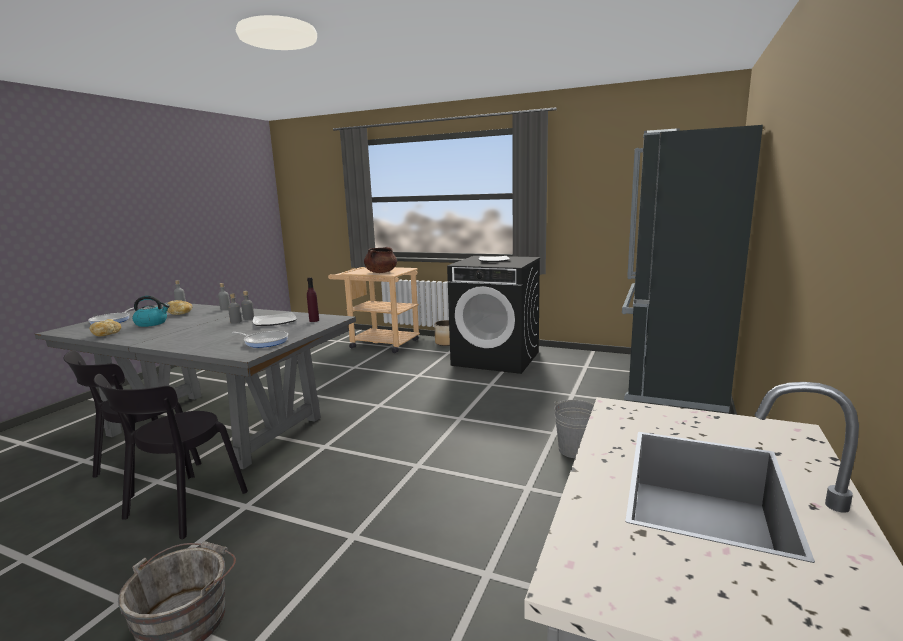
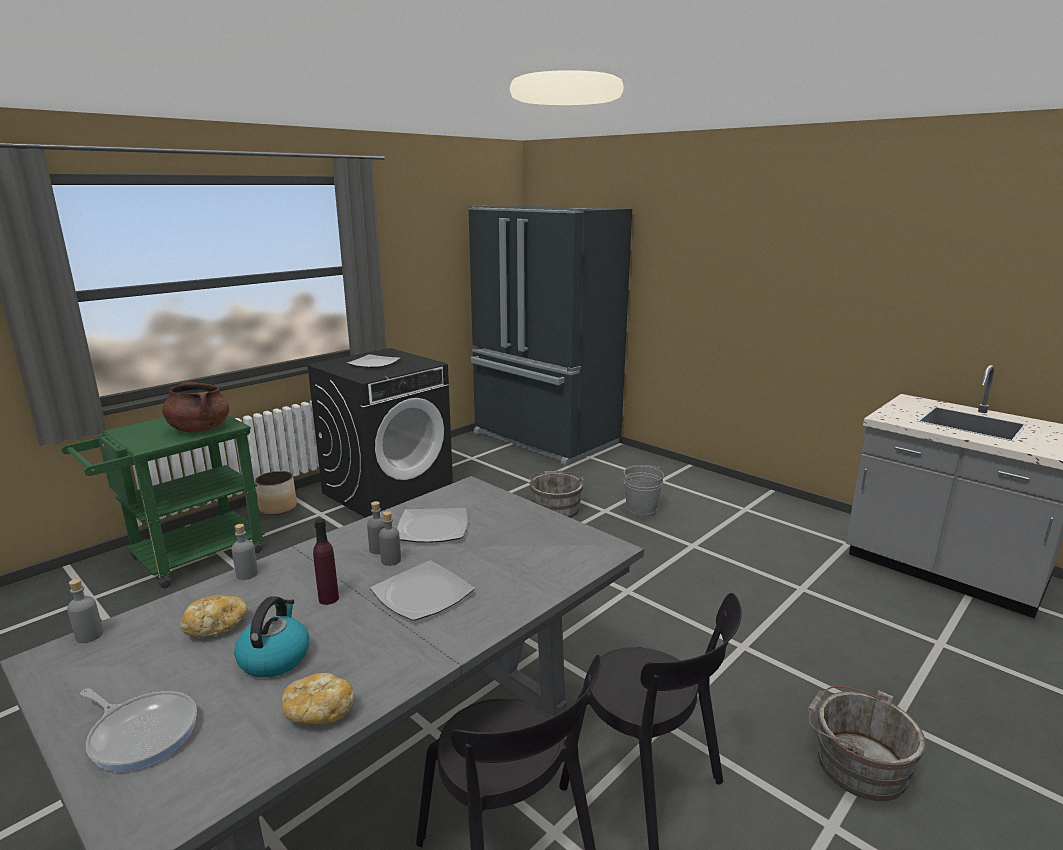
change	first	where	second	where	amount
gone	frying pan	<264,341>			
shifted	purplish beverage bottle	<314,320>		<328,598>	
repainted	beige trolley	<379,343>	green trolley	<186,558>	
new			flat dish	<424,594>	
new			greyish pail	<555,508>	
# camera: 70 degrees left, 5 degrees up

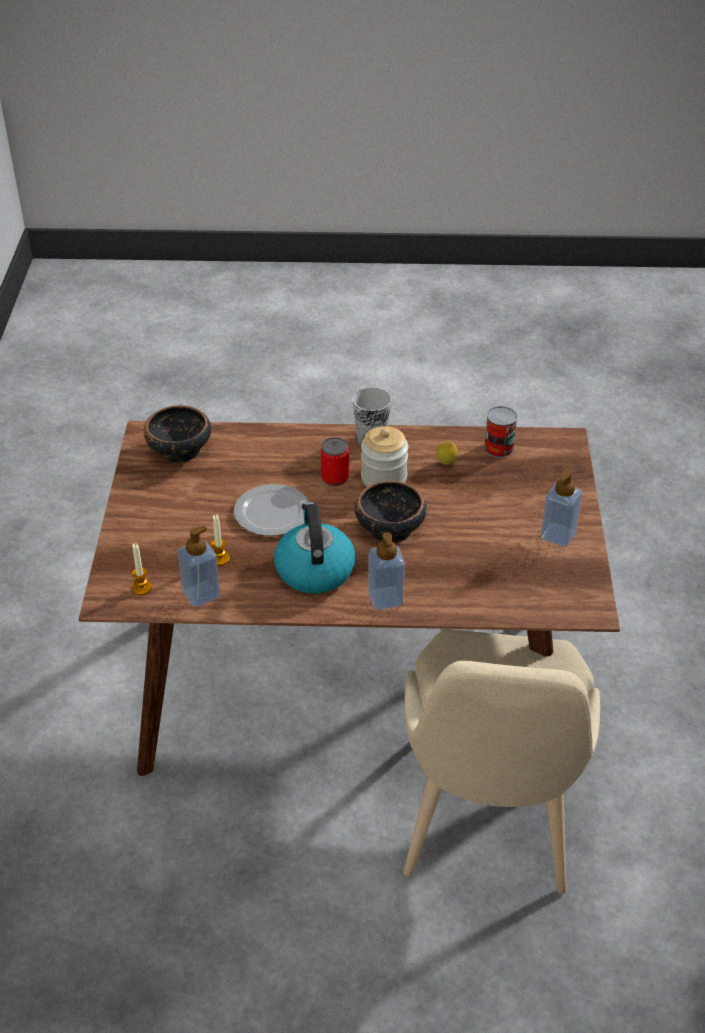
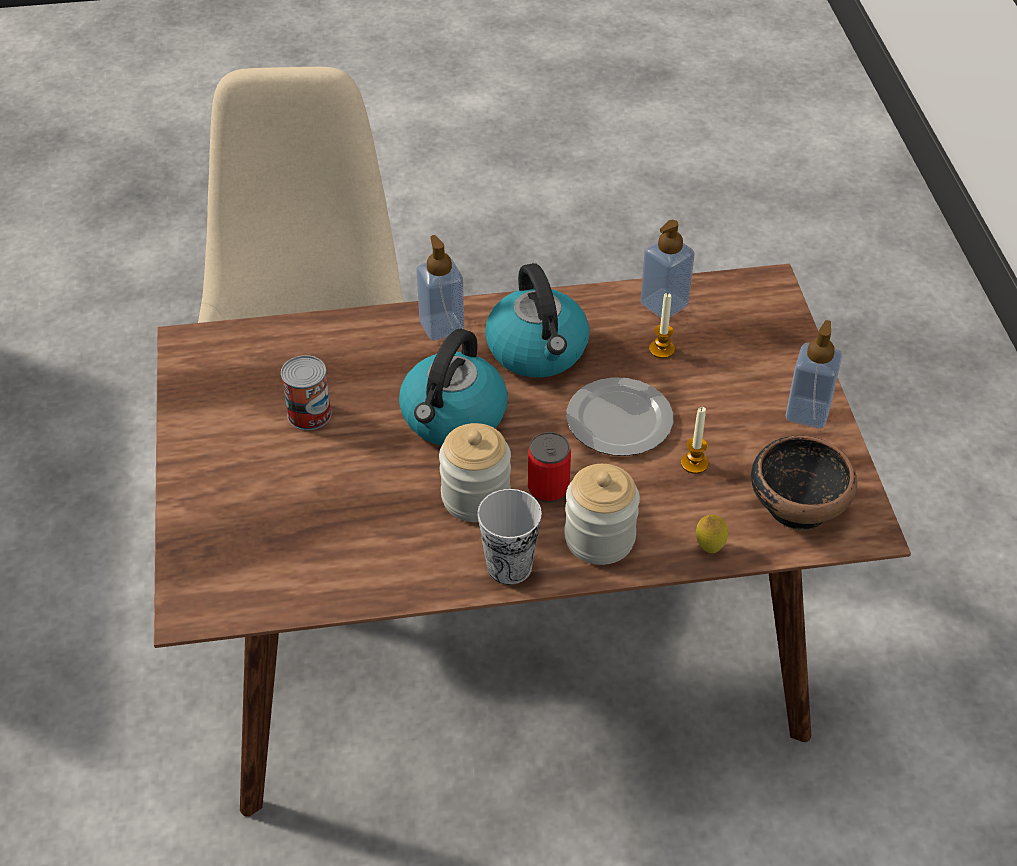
change	first	where	second	where	amount
shifted	candle	<141,587>		<694,463>	
swapped	serving bowl	<389,529>	tea kettle	<453,417>	
shifted	whole lemon	<446,464>		<709,547>	
shifted	metal can	<498,448>		<309,414>	
shifted	liquid soap bottle	<558,535>		<807,413>	
new			preserve jar	<599,538>	
# camera: 170 degrees right, 5 degrees up

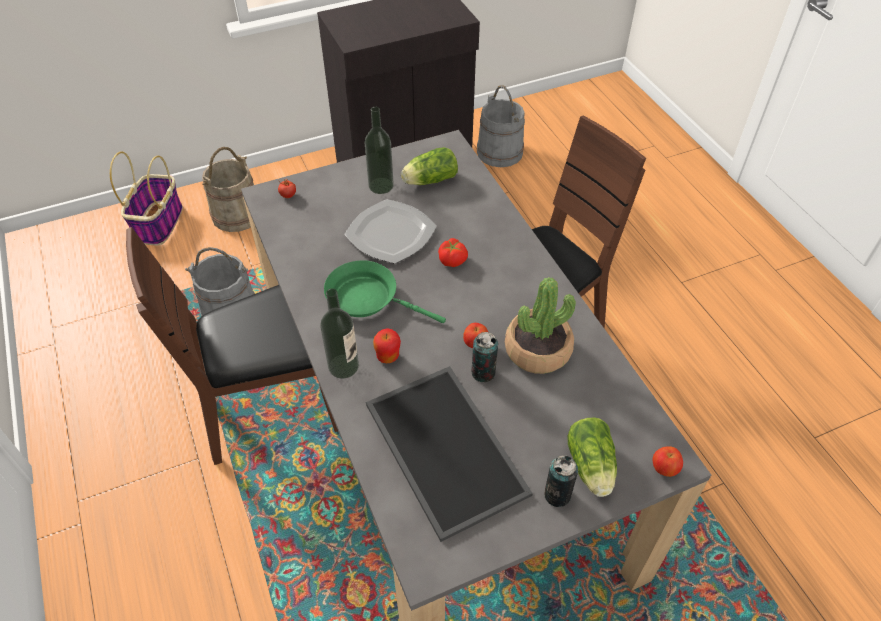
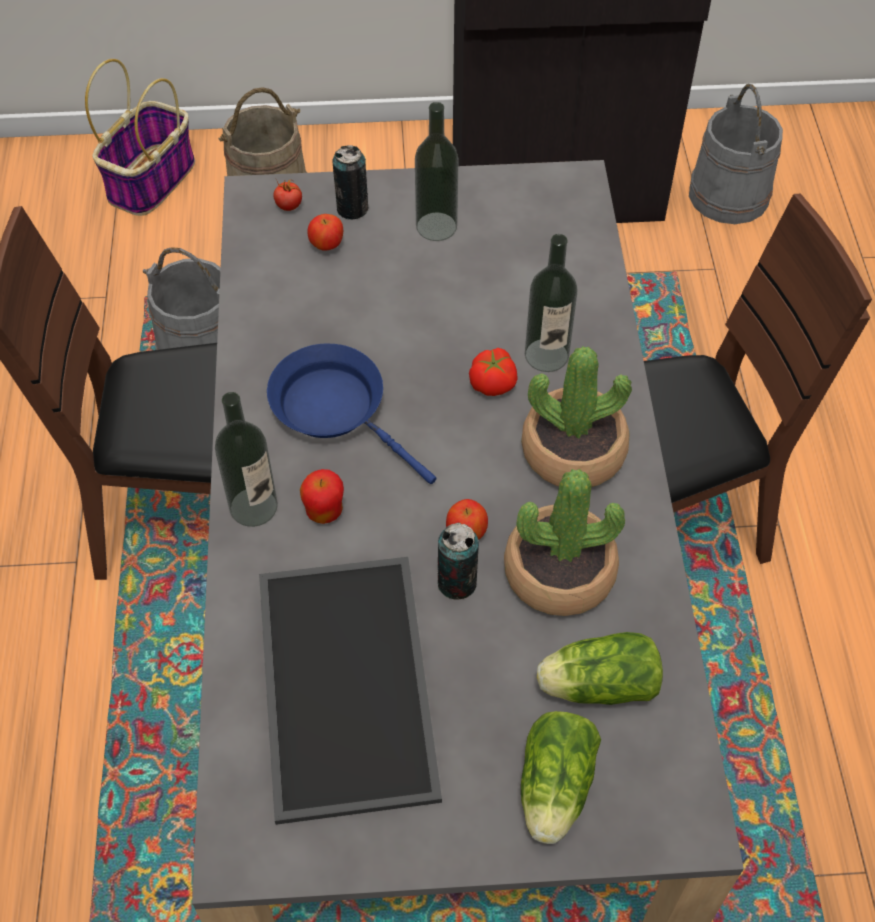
change	first	where	second	where	amount
repainted	green frying pan	<368,298>	bluish frying pan	<336,409>	
gone	flat dish	<389,234>			
shifted	lettuce head	<428,180>		<595,685>	
shifted	metal can	<557,494>		<352,208>	
shifted	whole apple	<664,468>		<327,245>	
new			potted plant	<573,451>	
new			beverage bottle	<546,355>	
# camera: 20 degrees right, 5 degrees up

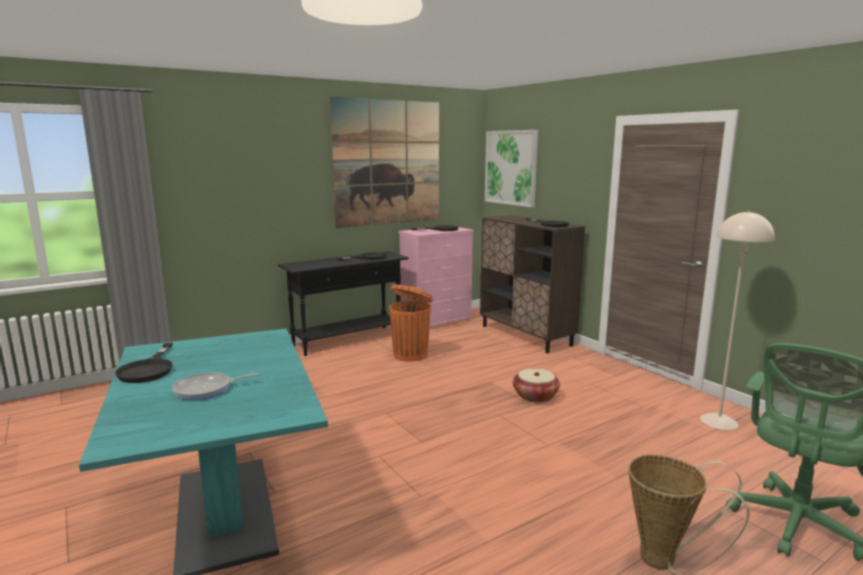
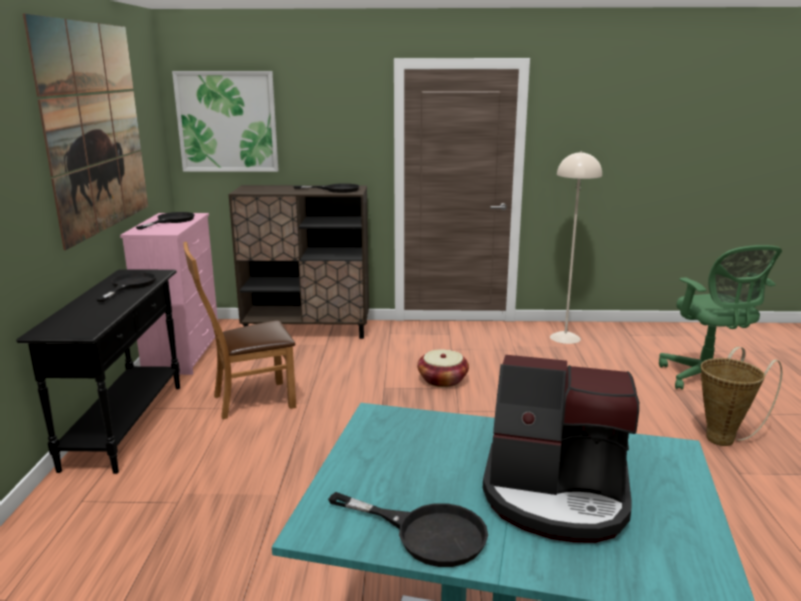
change	first	where	second	where	amount
swapped	frying pan	<206,389>	coffee machine	<556,496>	
swapped	orange waste bin	<411,354>	brown plain chair	<248,401>	
# camera: 55 degrees left, 5 degrees up

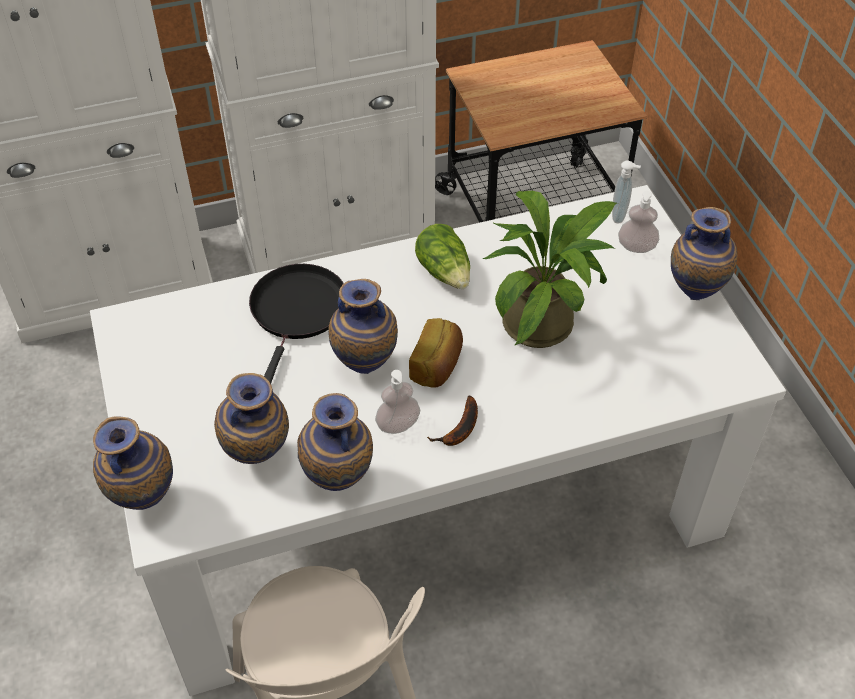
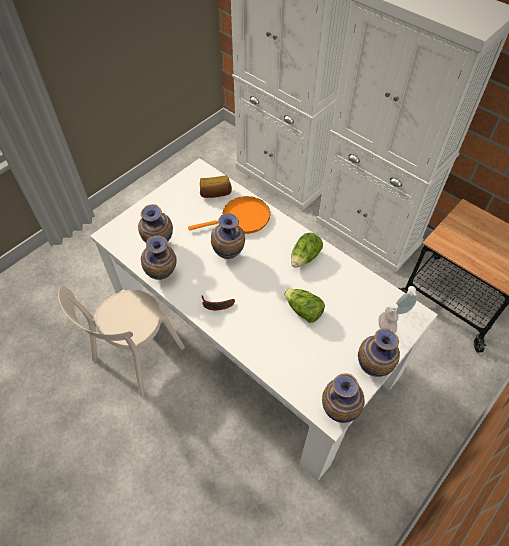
change	first	where	second	where	amount
shifted	vase	<144,500>		<338,411>	
repainted	black-coloured frying pan	<297,312>	orange frying pan	<242,218>	
gone	liquid soap bottle	<398,424>			
shifted	bakery bread	<437,365>		<215,193>	
swapped	potted plant	<546,322>	lettuce head	<303,310>	
# camera: 60 degrees right, 5 degrees up

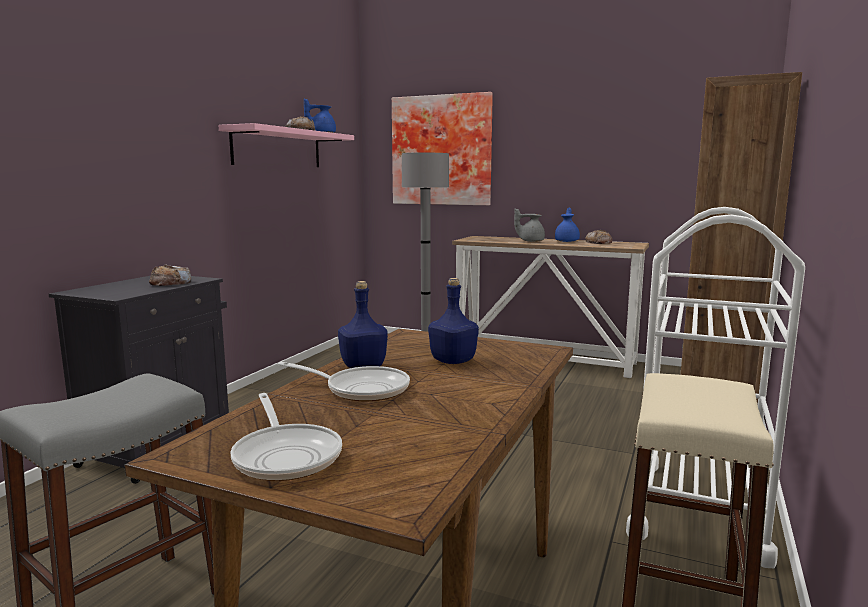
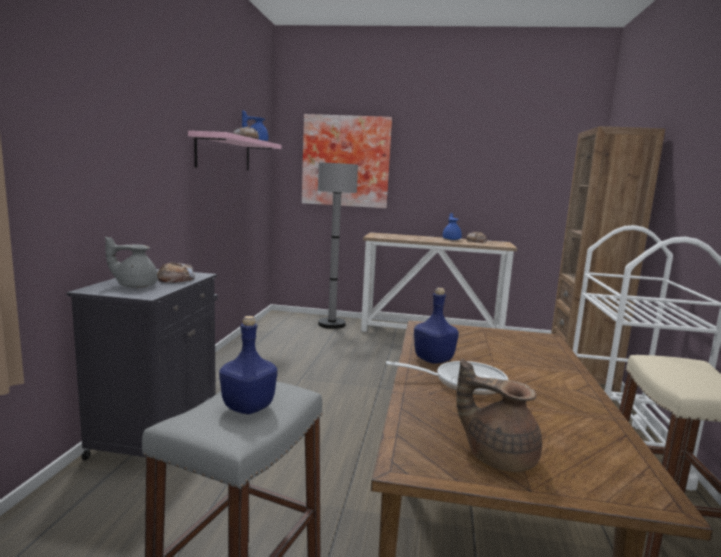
change	first	where	second	where	amount
swapped	frying pan	<286,455>	brown teapot	<498,456>	
shifted	bluish beverage bottle	<453,361>		<249,407>	
shifted	greyish teapot	<530,241>		<135,285>	
# camera: 15 degrees left, 0 degrees up

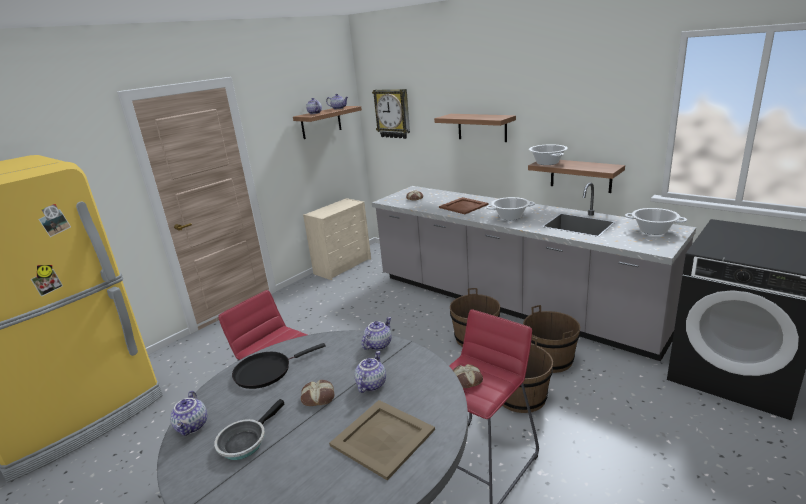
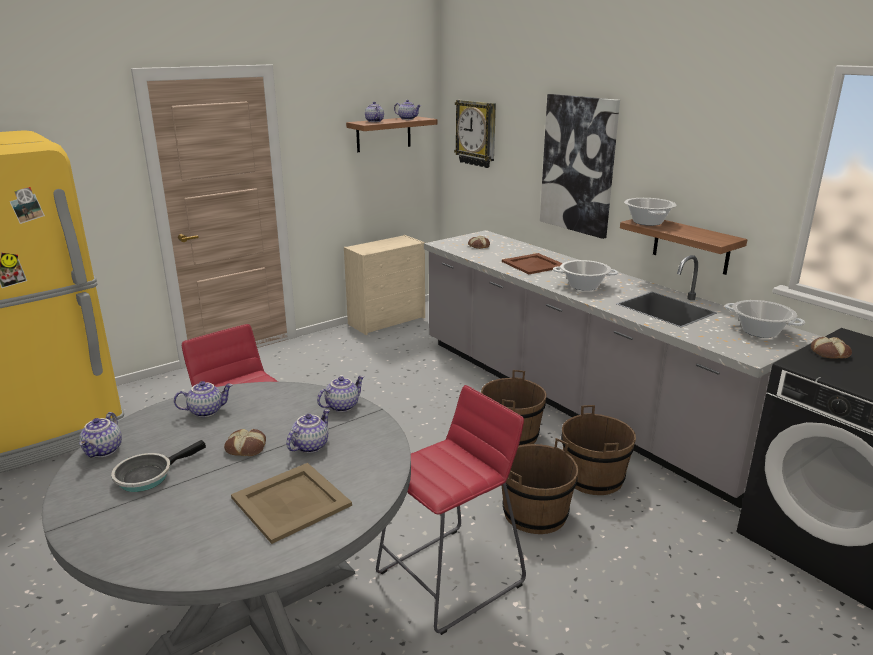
change	first	where	second	where	amount
swapped	black-coloured frying pan	<266,371>	teapot	<206,411>	
swapped	bracket shelf	<482,127>	wall picture	<578,165>	
shifted	bakery bread	<467,380>		<830,353>	
# camera: 10 degrees right, 0 degrees up

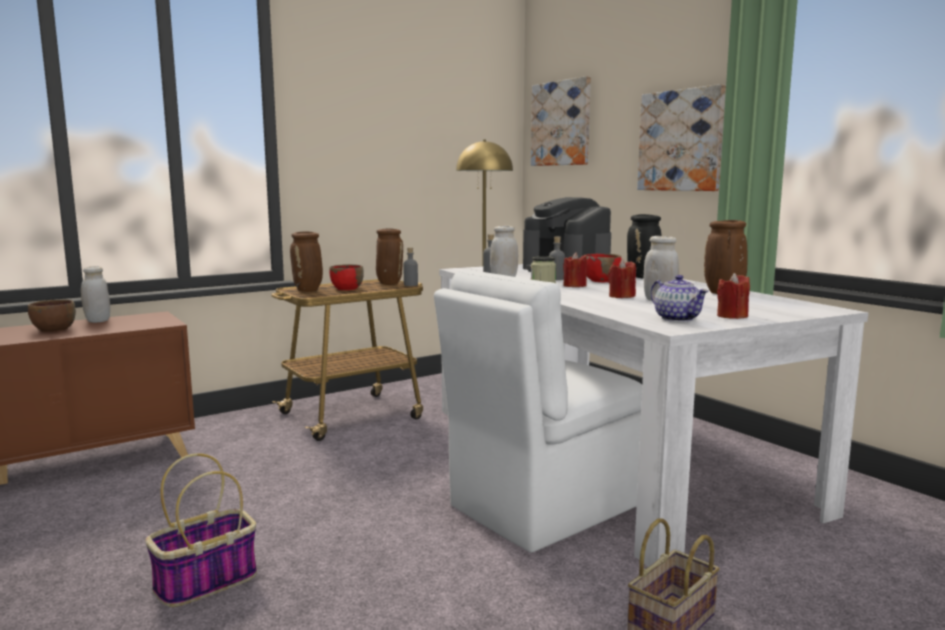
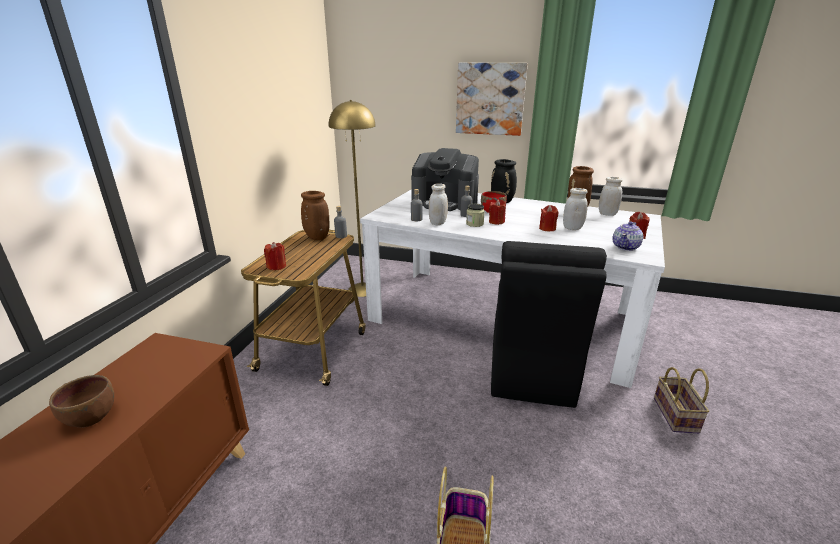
change	first	where	second	where	amount
shifted	whitish preserve jar	<98,321>		<607,214>	
swapped	brown vase	<308,291>	reddish candle	<276,266>	
gone	reddish serving bowl	<347,289>			
repainted	whitish plain chair	<542,506>	black-coloured plain chair	<531,371>	
gone	wall picture	<561,123>			
rotated	teapot	<677,319>		<626,247>	105 degrees clockwise
# camera: 40 degrees left, 15 degrees up

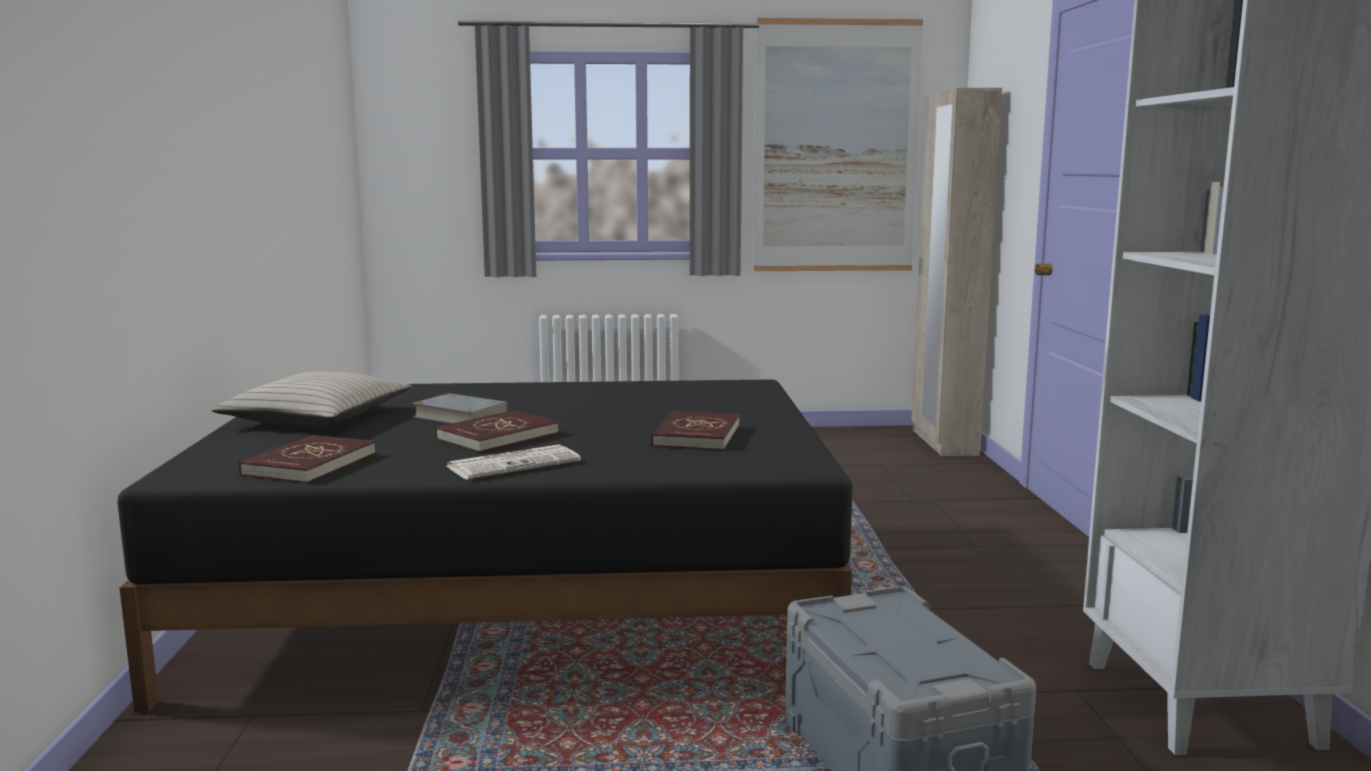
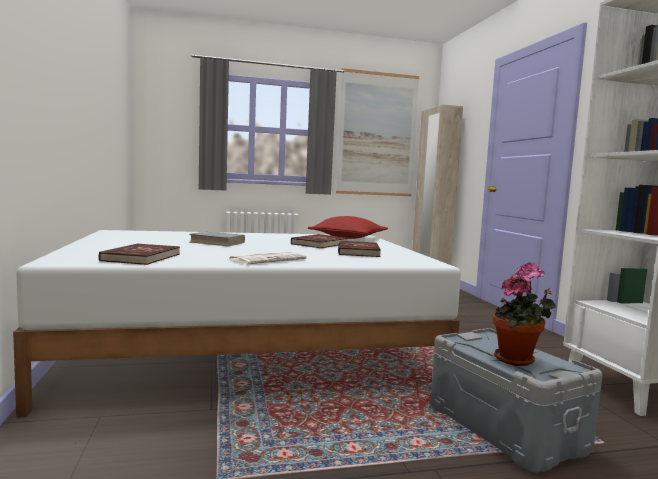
change	first	where	second	where	amount
repainted	black-coloured bed	<522,600>	whitish bed	<248,349>	
gone	beige pillow	<316,418>			
shifted	reddish volume	<497,436>		<319,244>	
new			reddish pillow	<348,238>	
new			potted plant	<517,360>	
# camera: 10 degrees left, 5 degrees down

